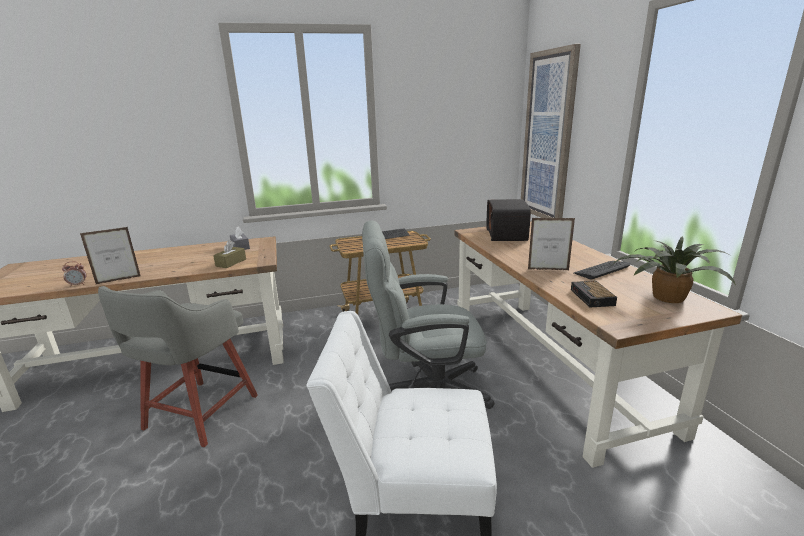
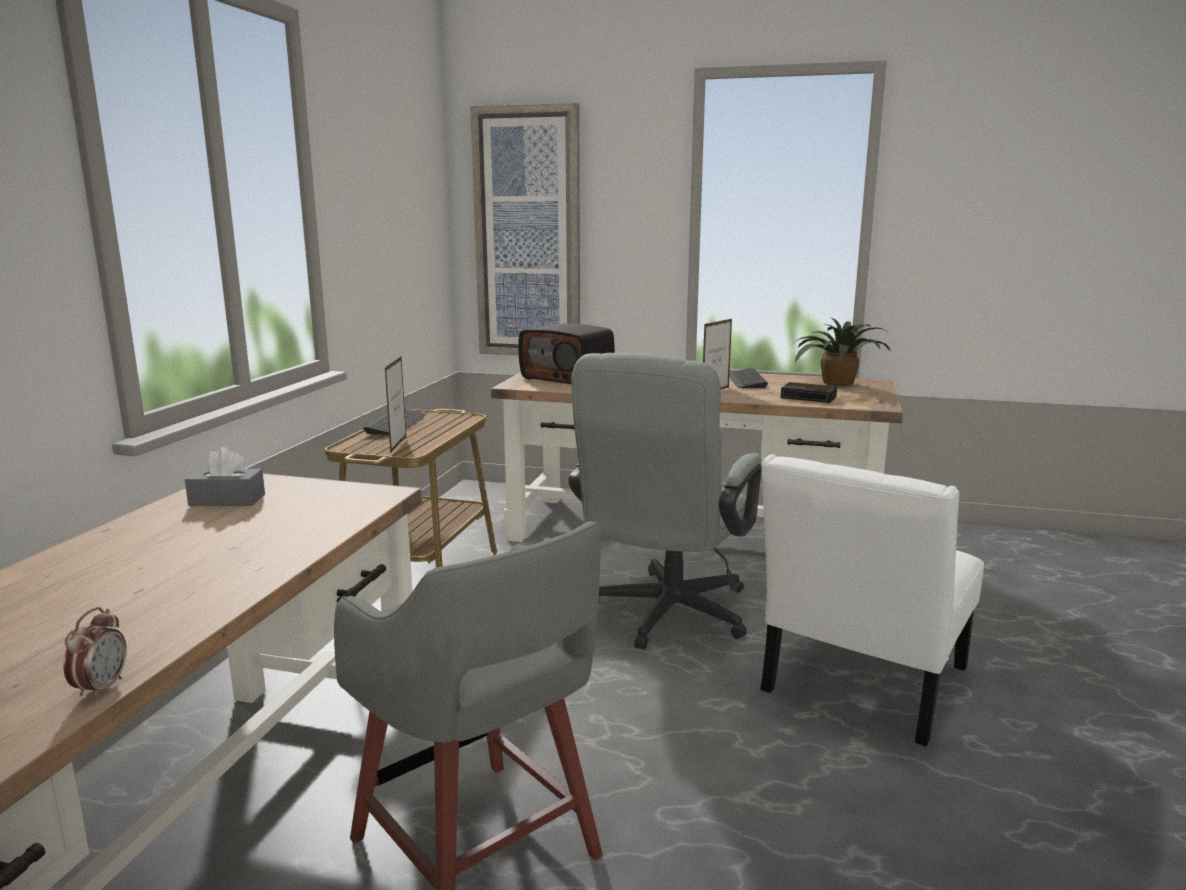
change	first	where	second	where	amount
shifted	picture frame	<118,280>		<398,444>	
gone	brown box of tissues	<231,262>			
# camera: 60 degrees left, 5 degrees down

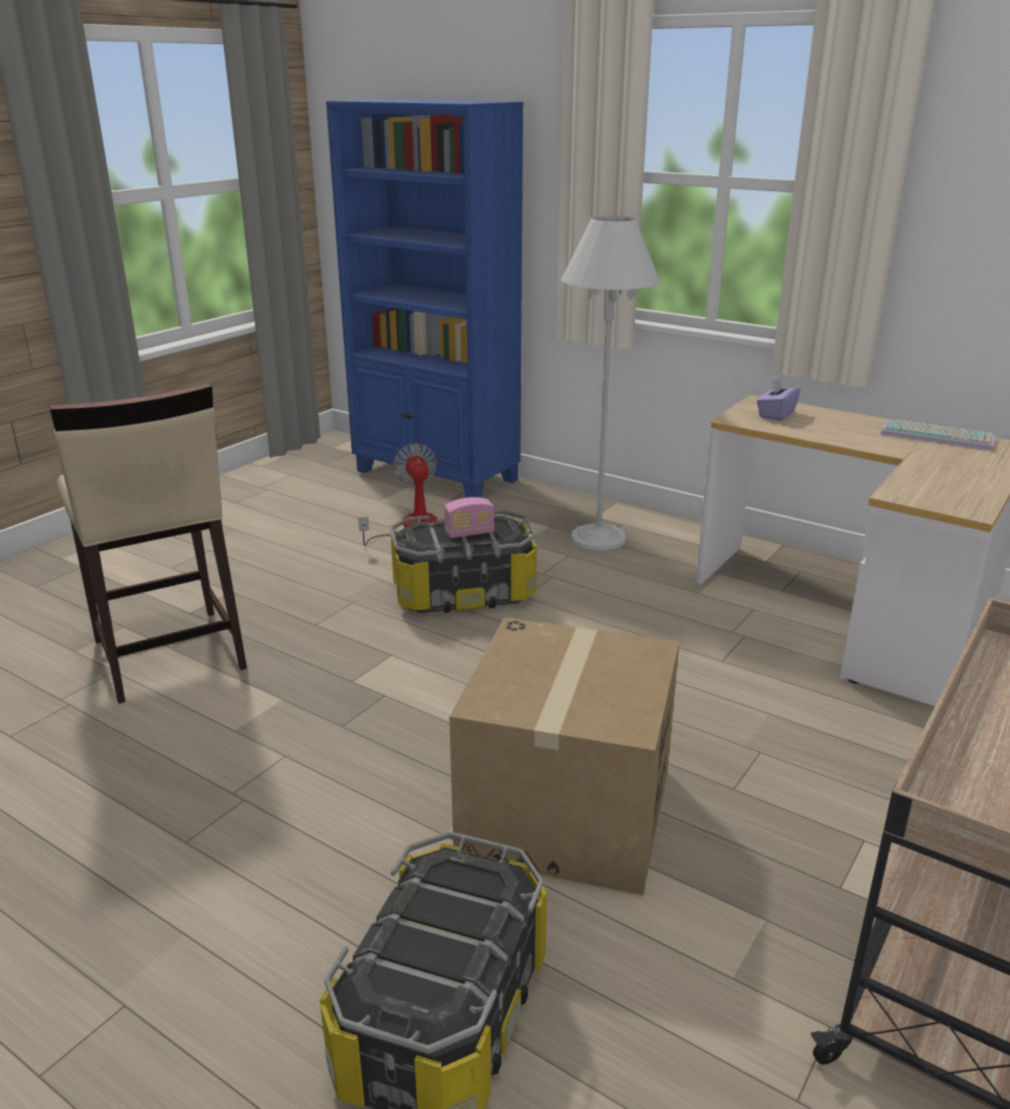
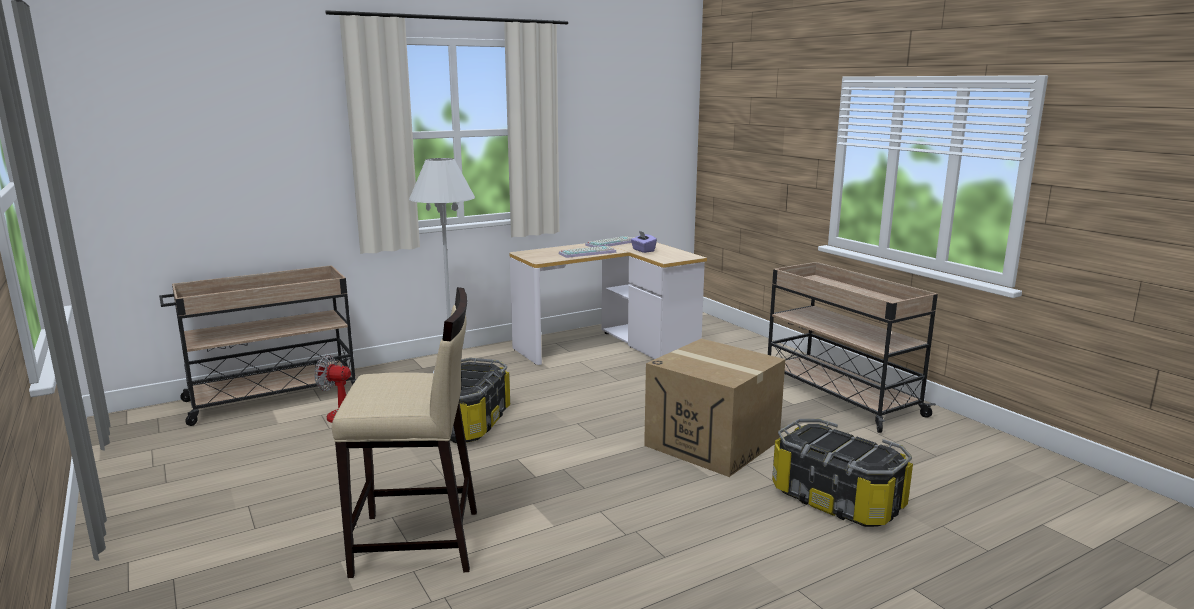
change	first	where	second	where	amount
swapped	bluish bookcase	<436,476>	beige trolley	<272,397>	
gone	radio receiver	<469,533>			
shifted	purplish box of tissues	<776,414>		<643,250>	
new			PC keyboard	<587,252>	
# camera: 65 degrees left, 10 degrees down

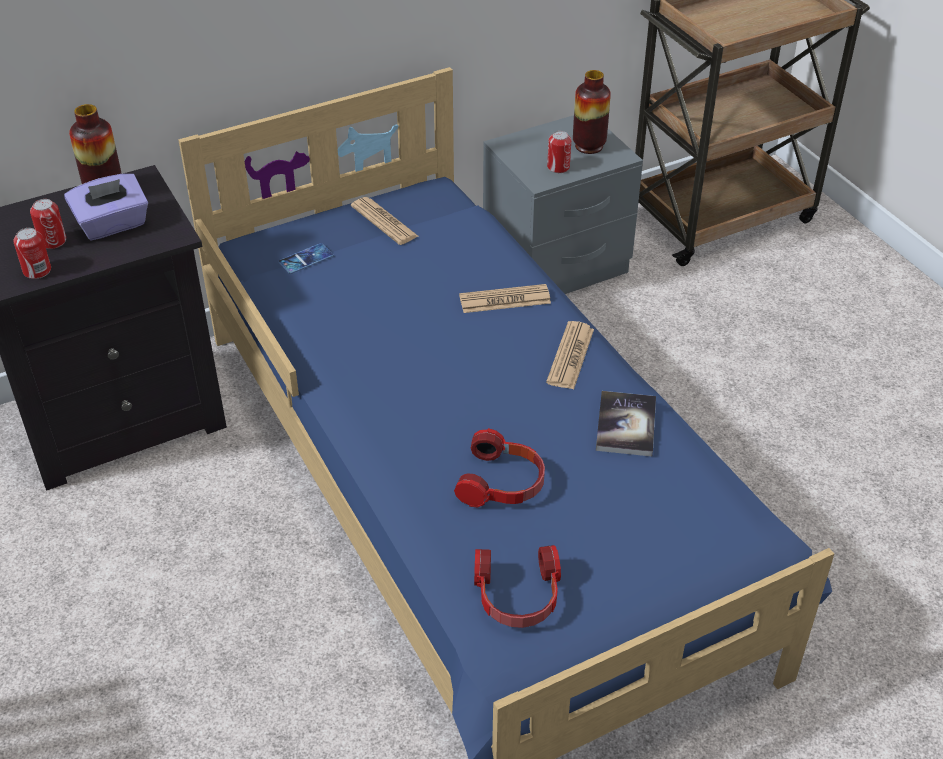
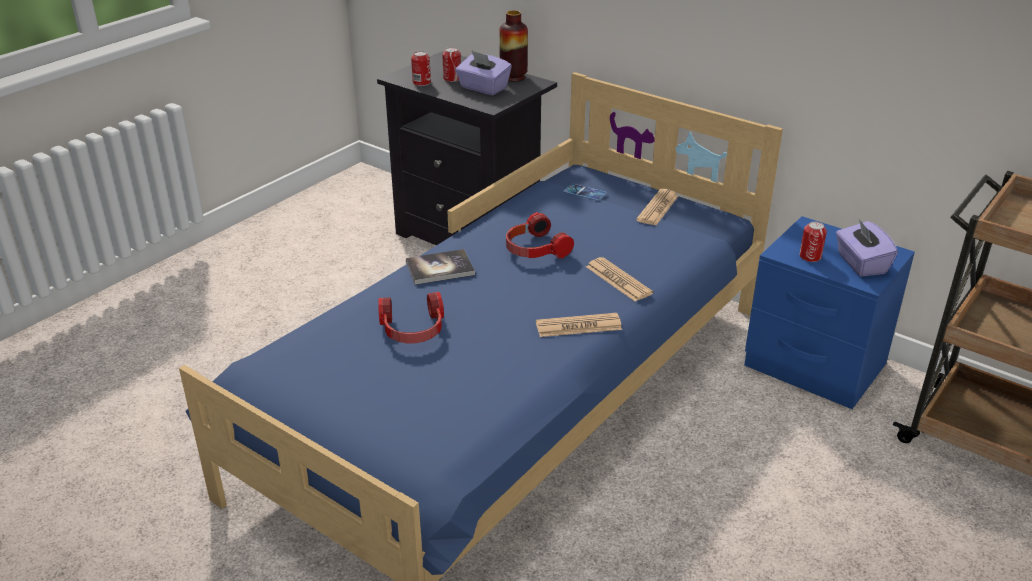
change	first	where	second	where	amount
shifted	pair of headphones	<517,597>		<534,250>	
repainted	greyish bedside table	<555,265>	bluish bedside table	<814,365>	
swapped	vase	<589,146>	purplish box of tissues	<860,264>	
shifted	volume	<626,425>		<440,268>	
# camera: 65 degrees right, 10 degrees down

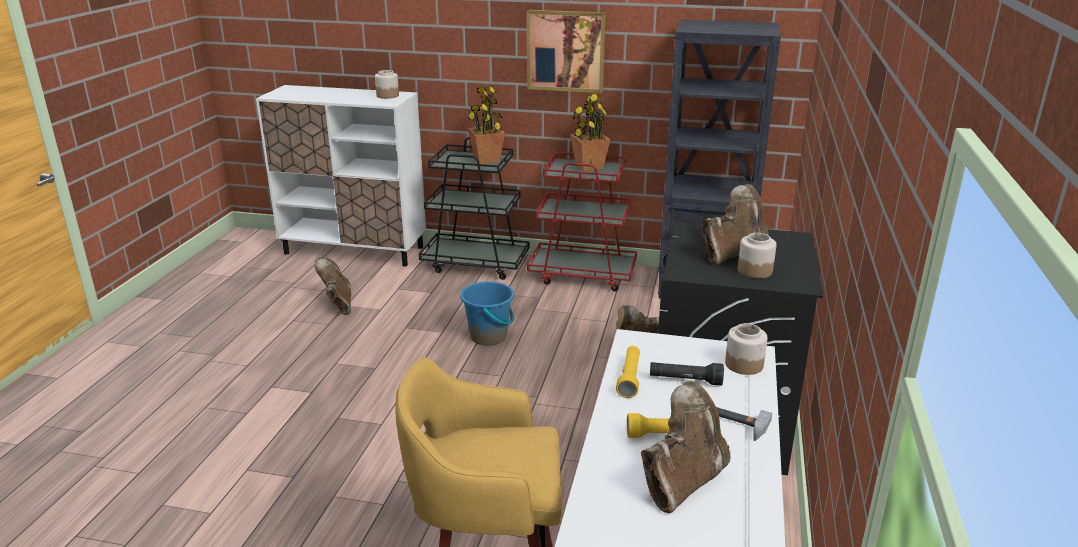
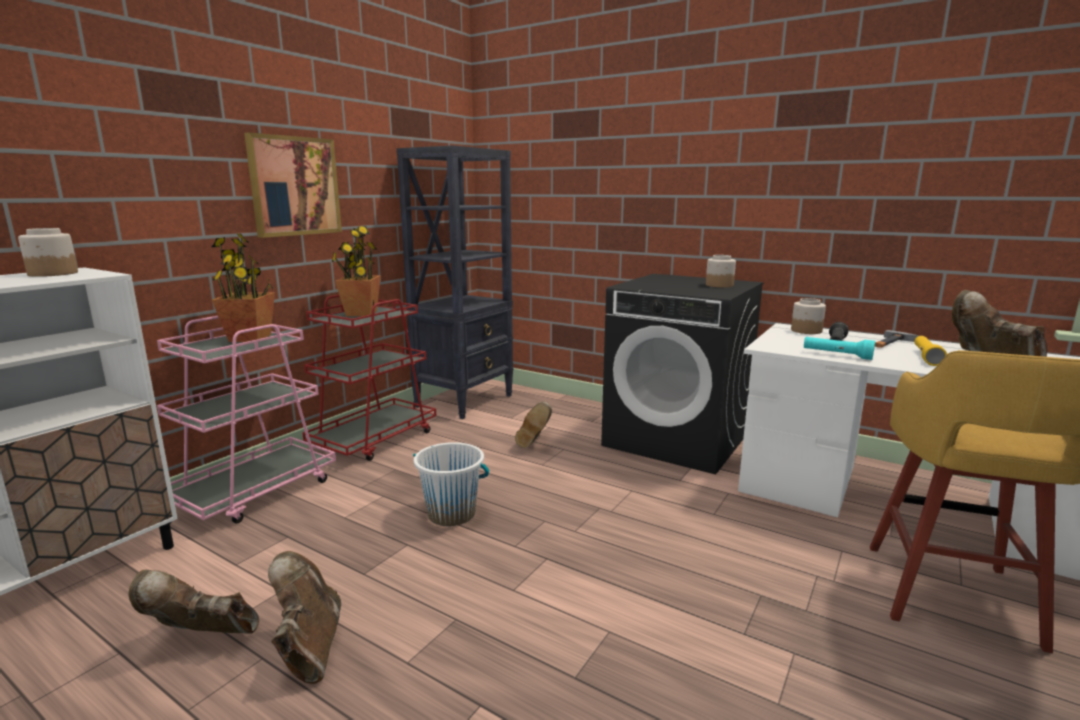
change	first	where	second	where	amount
repainted	black-coloured trolley	<476,264>	pink-coloured trolley	<256,492>	
repainted	bluish pail	<489,336>	whitish pail	<452,514>	
repainted	yellow torch	<629,378>	turquoise torch	<837,355>	
shifted	brown tall boot	<732,253>		<309,648>	
# camera: 70 degrees left, 10 degrees down

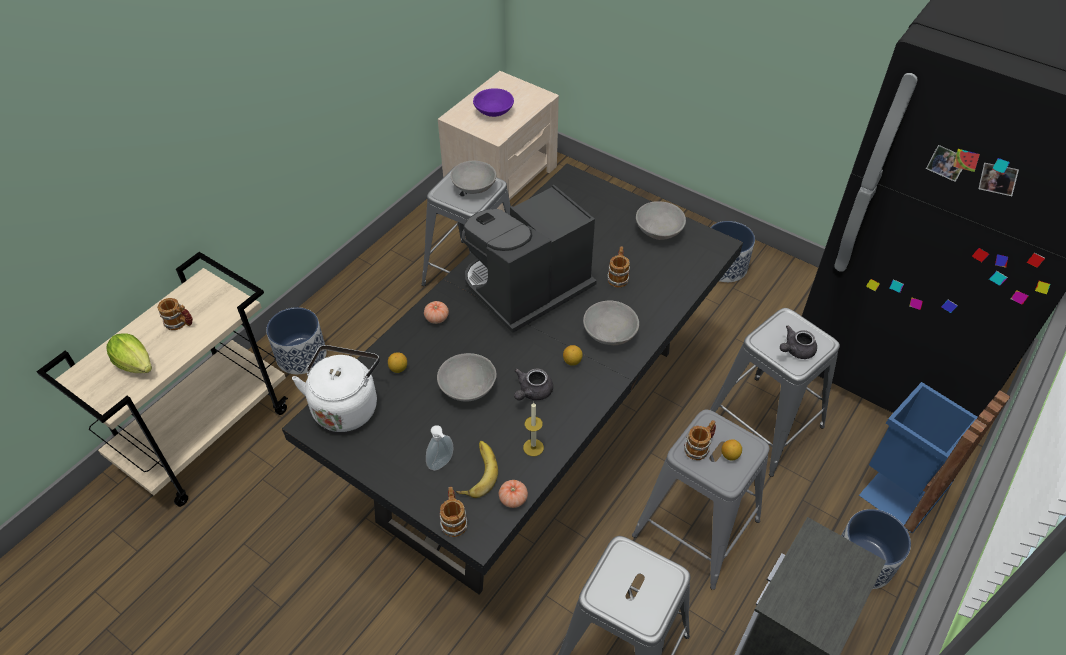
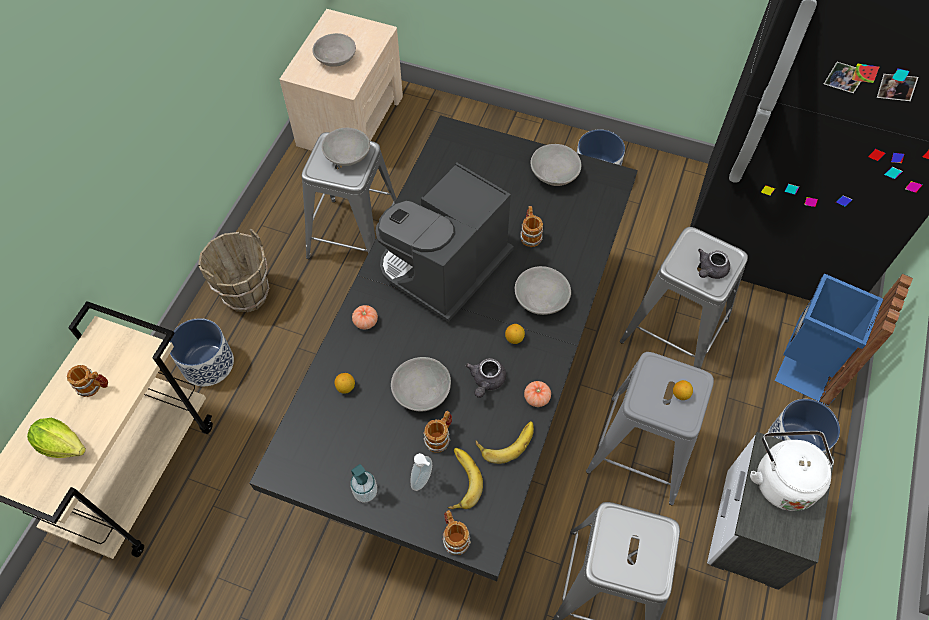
change	first	where	second	where	amount
shifted	whitish tea kettle	<346,405>		<782,479>	
repainted	purplish serving bowl	<493,111>	greyish serving bowl	<335,59>	
shifted	fresh tomato	<513,499>		<536,398>	
swapped	candle	<533,447>	banana	<506,440>	
shifted	mug	<699,447>		<440,436>	
new			brown pail	<246,294>	
new			liquid soap bottle	<365,492>	
# camera: 15 degrees left, 10 degrees up

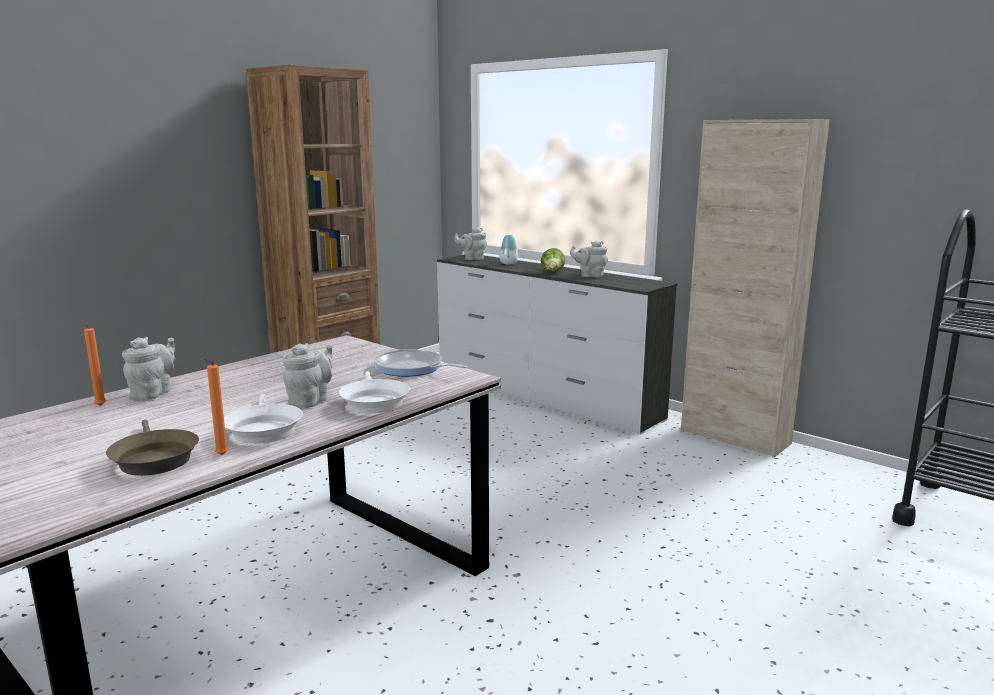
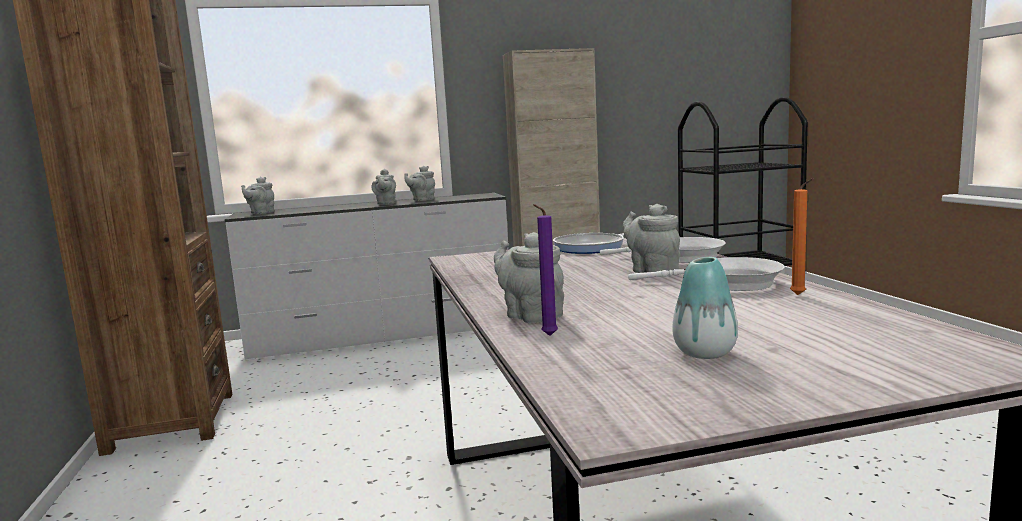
change	first	where	second	where	amount
repainted	orange candle	<99,405>	purplish candle	<547,336>	
gone	brown frying pan	<153,459>			
shifted	vase	<508,263>		<704,353>	
swapped	lettuce head	<553,272>	greyish teapot	<386,204>	
# camera: 55 degrees left, 5 degrees down

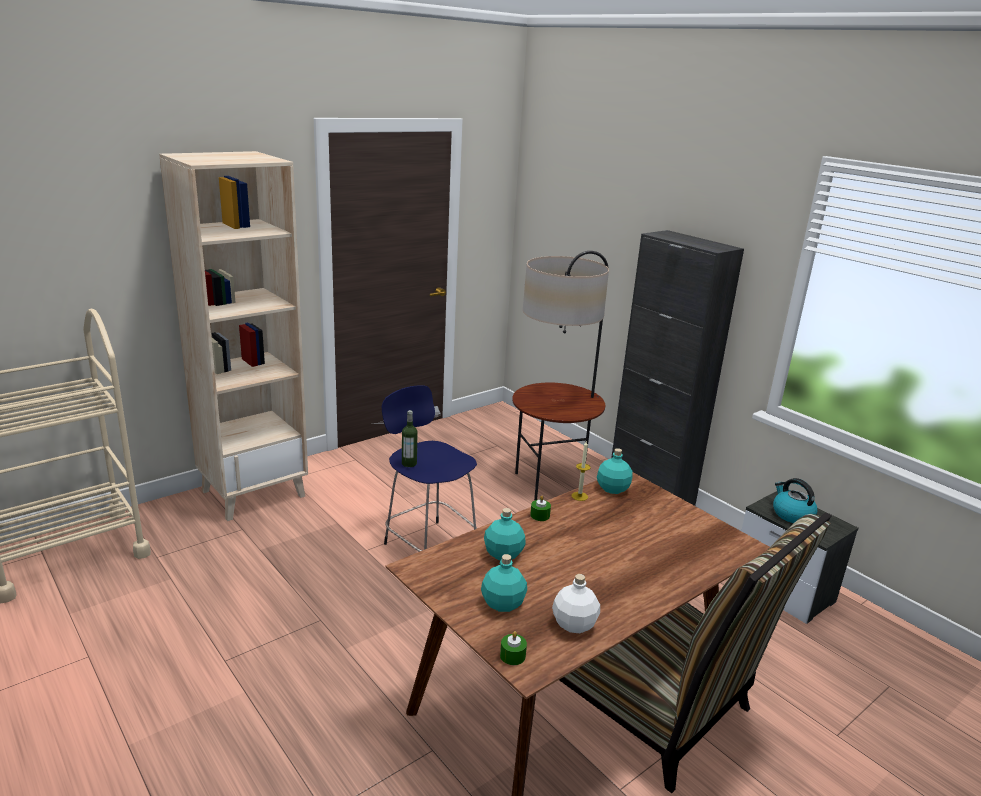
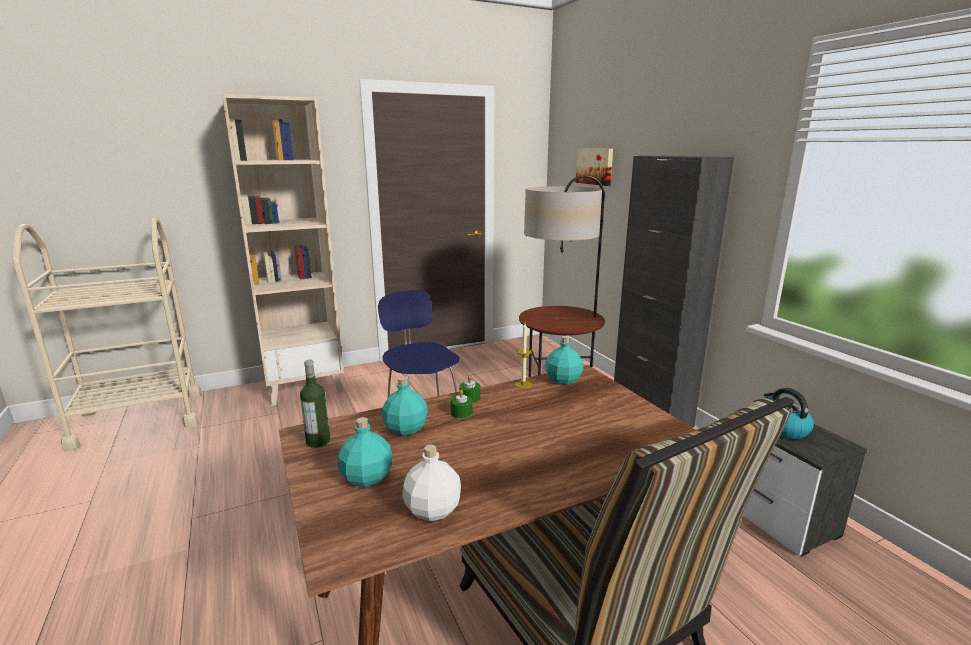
change	first	where	second	where	amount
shifted	beverage bottle	<409,463>		<318,441>	
shifted	green candle	<512,656>		<461,413>	
new			wall picture	<595,166>	
# camera: 15 degrees right, 5 degrees down

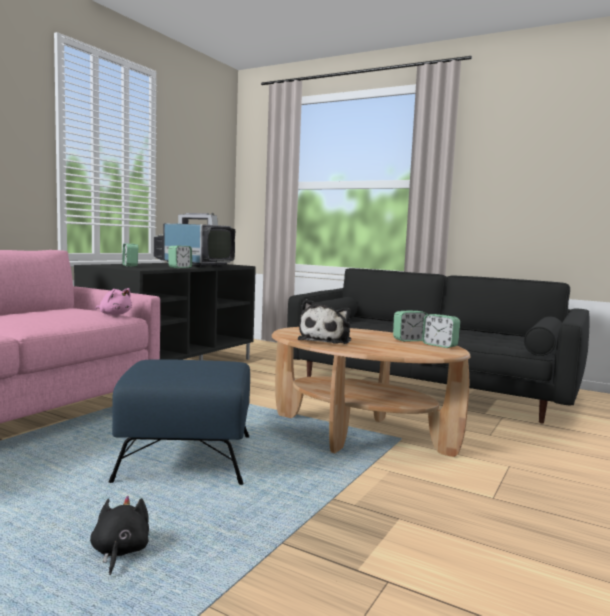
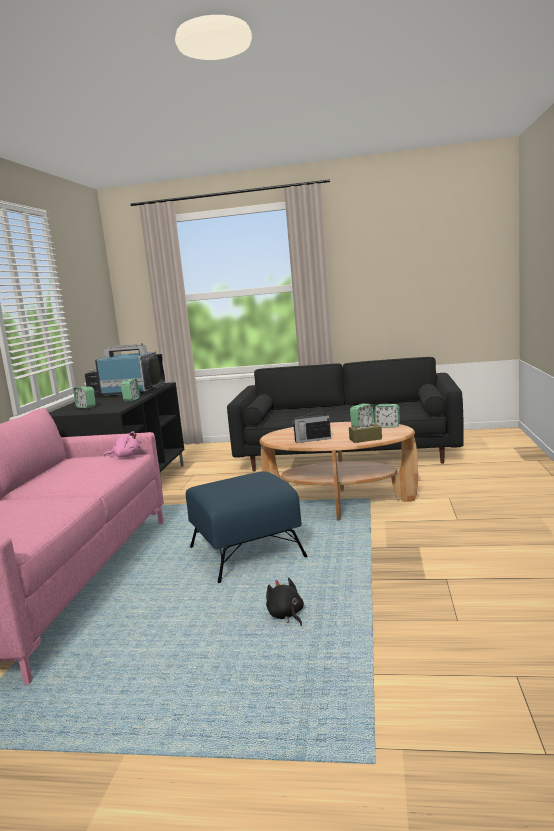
change	first	where	second	where	amount
swapped	soft toy	<326,340>	radio receiver	<312,440>	
new			brown box of tissues	<365,439>	
# camera: 20 degrees left, 5 degrees up

